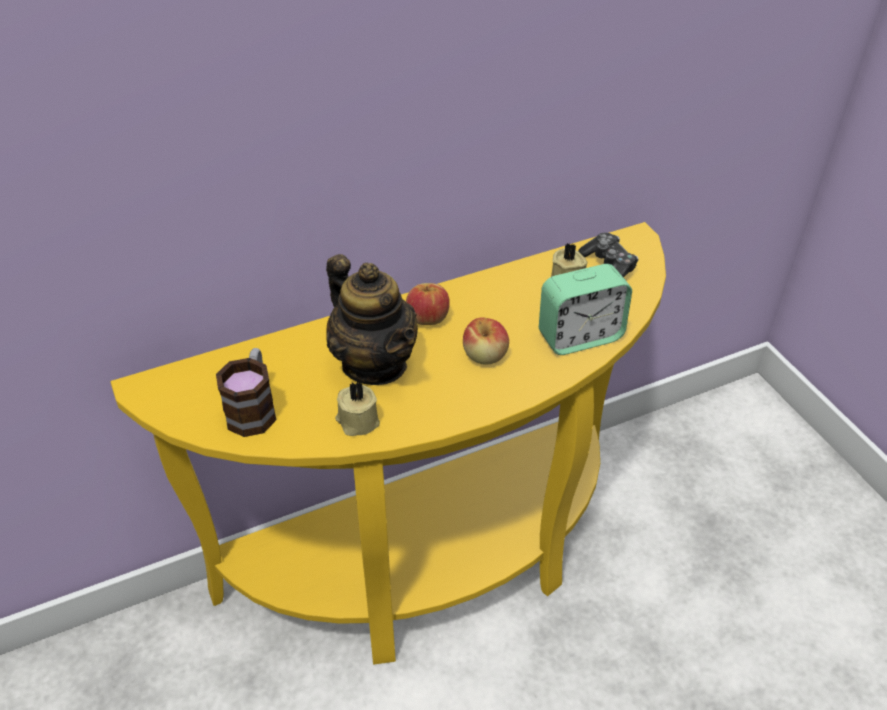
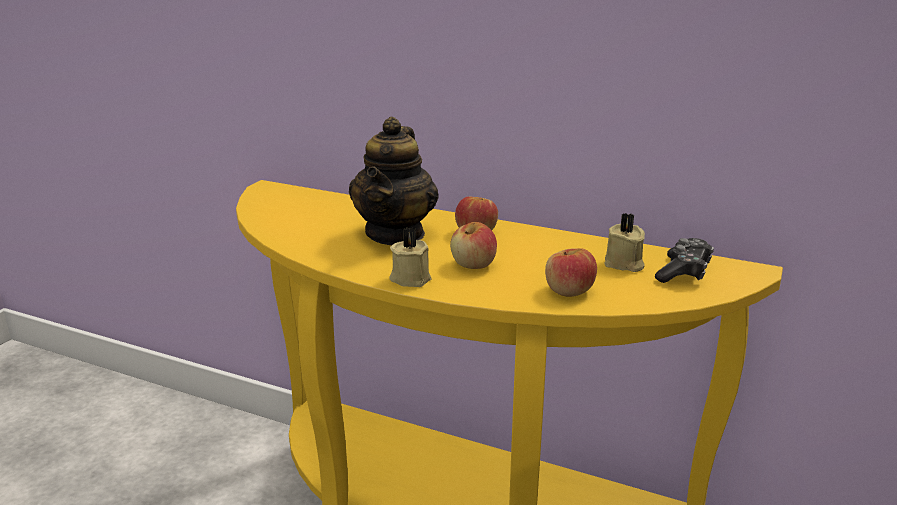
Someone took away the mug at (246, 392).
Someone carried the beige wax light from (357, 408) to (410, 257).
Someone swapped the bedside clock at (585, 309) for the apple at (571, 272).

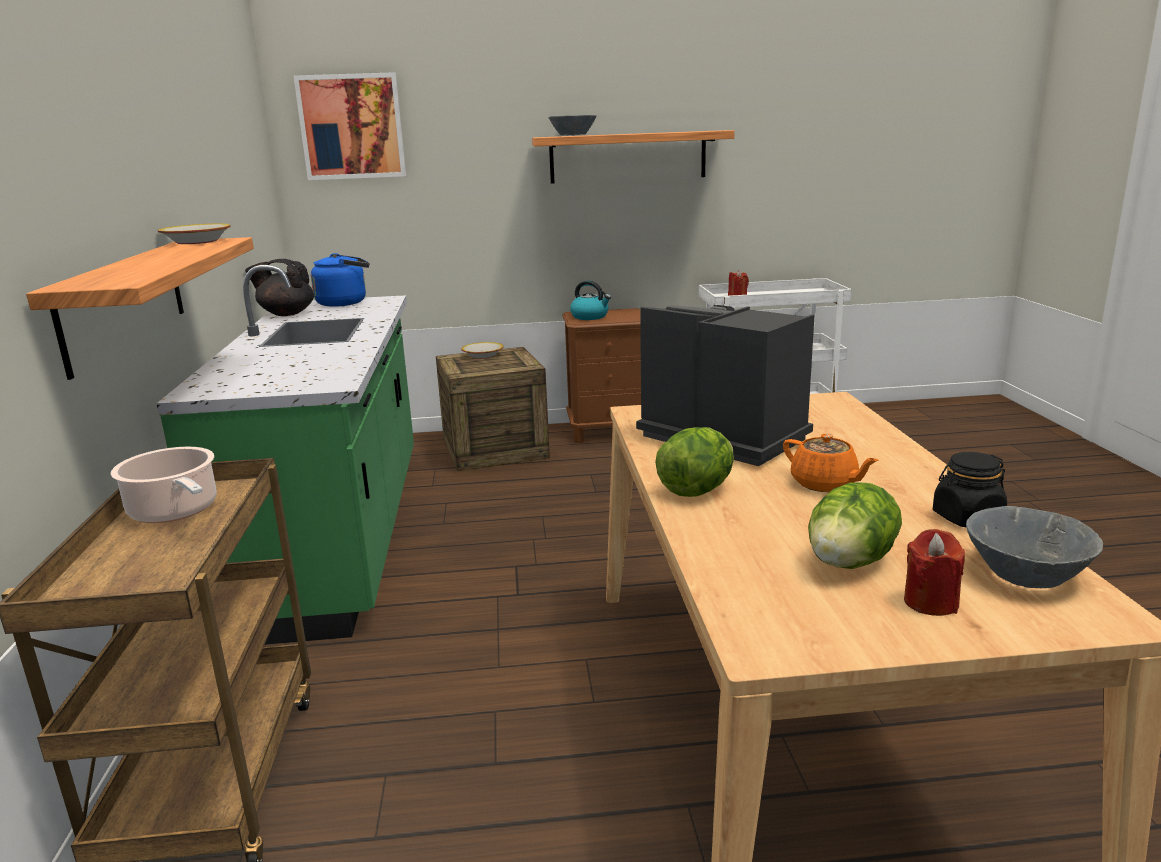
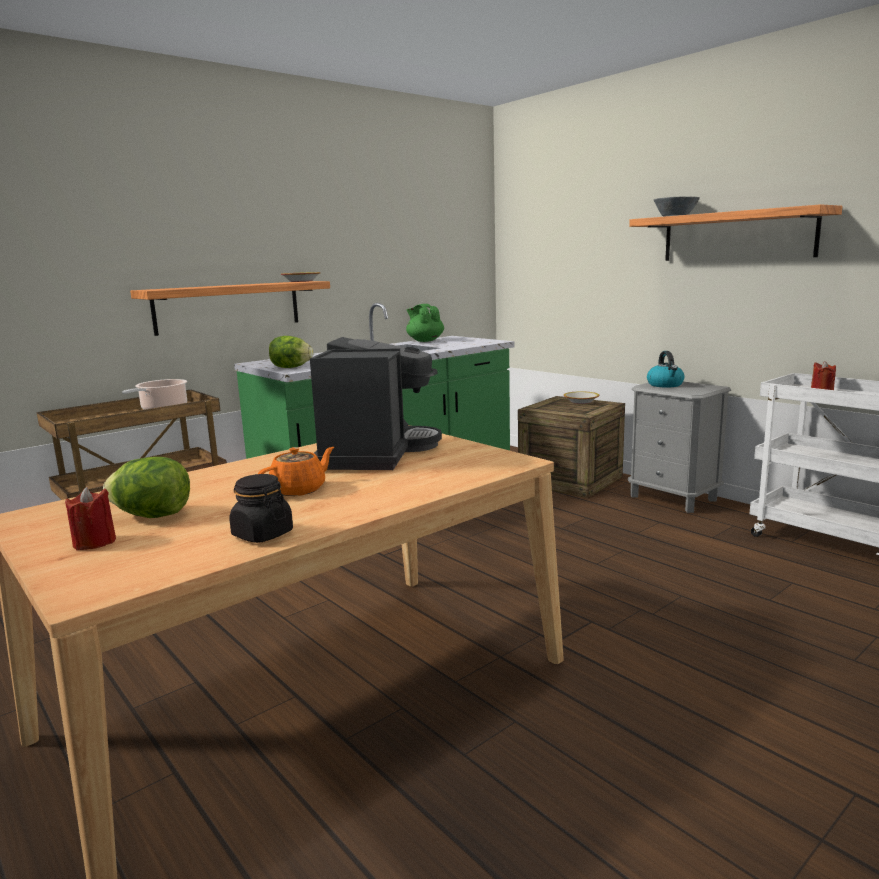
Someone took away the wall art at (350, 126).
Someone took away the blue water kettle at (340, 280).
Someone took away the greyish serving bowl at (1034, 547).
Someone carried the lettuce head from (694, 462) to (291, 352).
Someone repainted the black teapot at (279, 287), which became the green teapot at (425, 323).
Someone repainted the brownish bedside table at (601, 376), which became the greyish bedside table at (679, 447).
Someone rotated the orangey teapot at (831, 463) by 150 degrees counterclockwise.

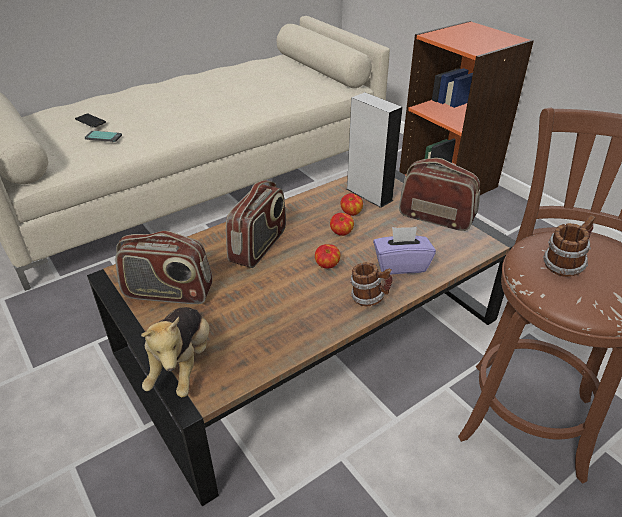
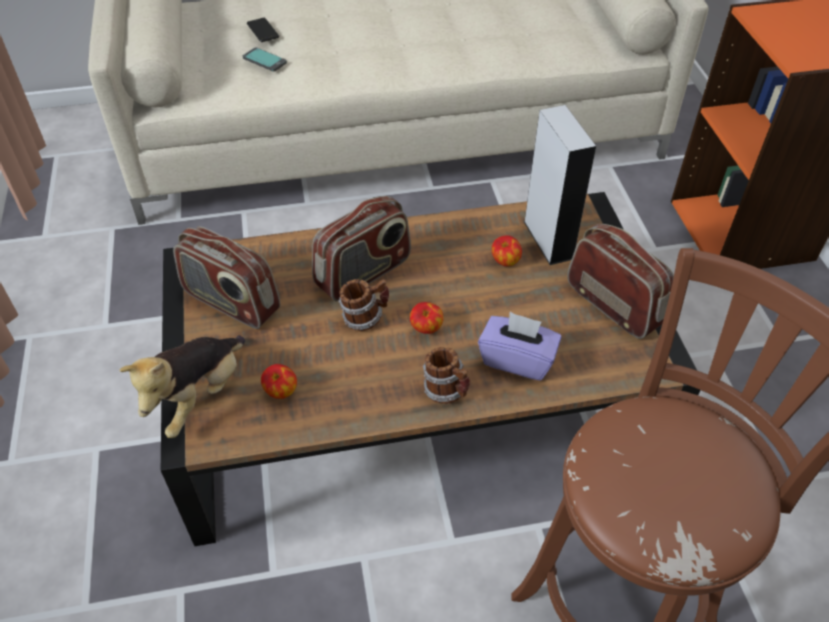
Someone carried the apple from (342, 224) to (279, 381).
Someone carried the mug from (569, 246) to (363, 305).

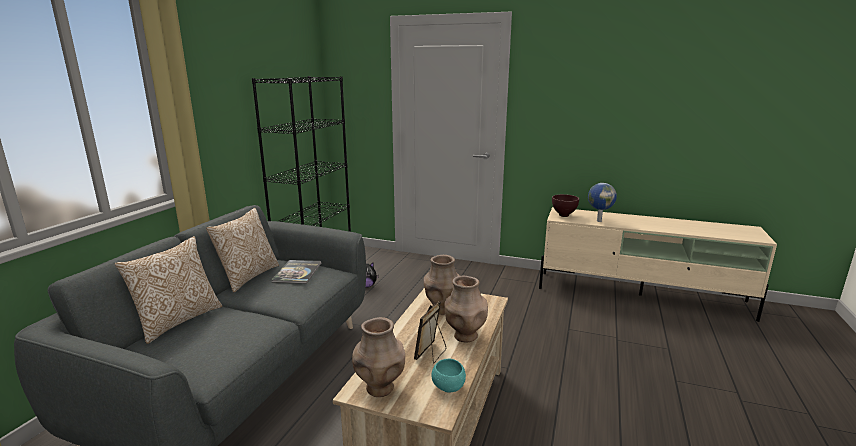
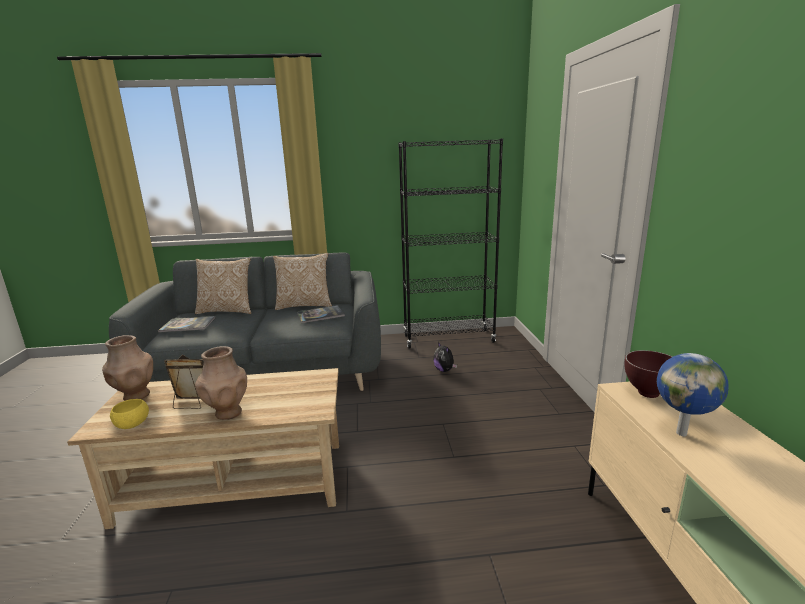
Someone took away the brownish vase at (442, 285).
Someone put down the book at (186, 324).
Someone repainted the blue-green serving bowl at (448, 375), which became the yellowish serving bowl at (129, 414).

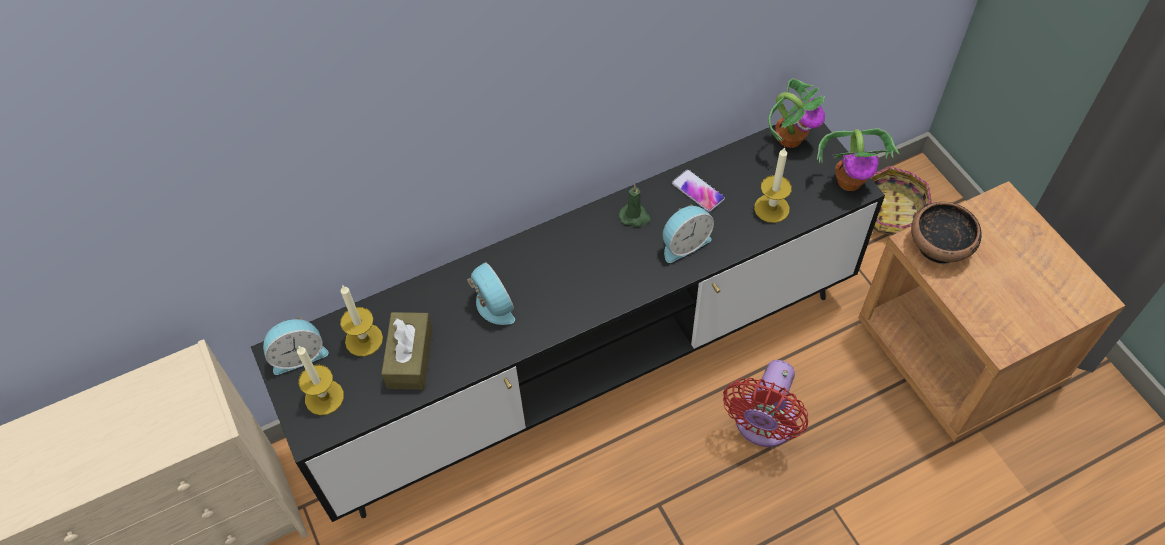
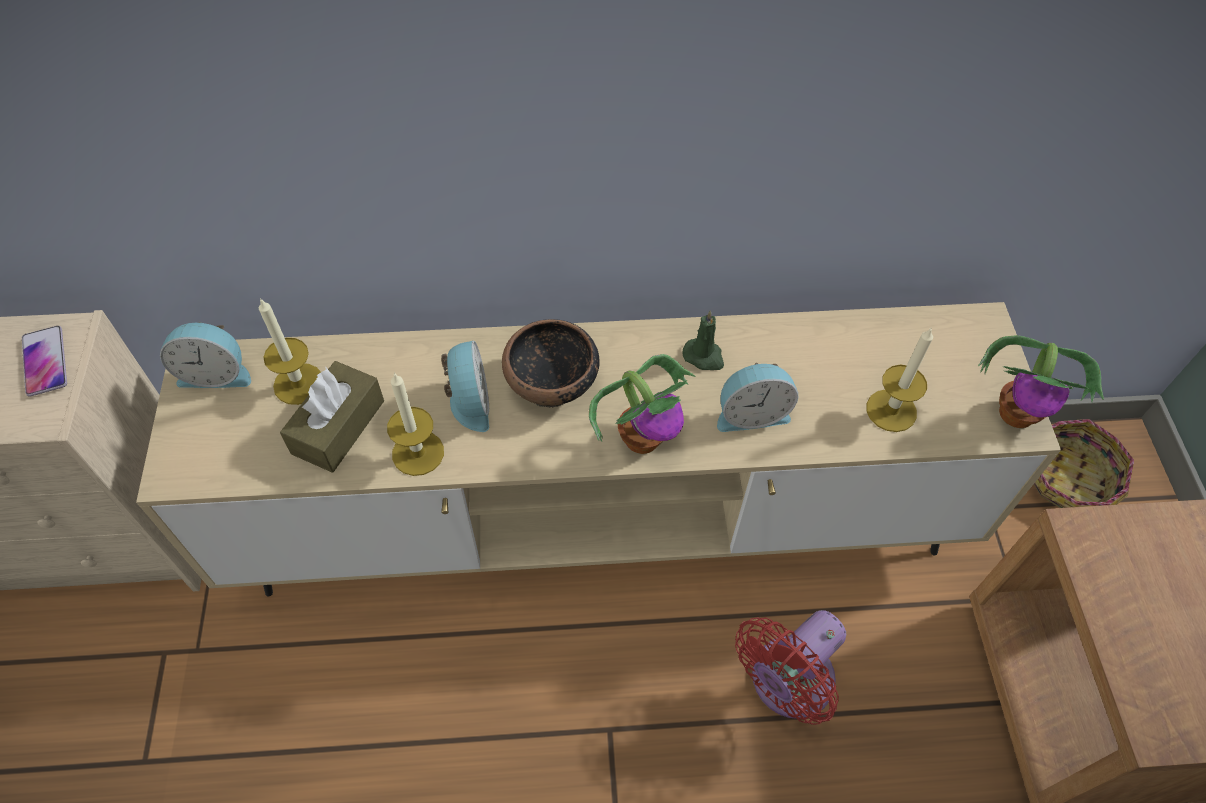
Someone carried the wax light from (320, 380) to (415, 424).
Someone carried the phone from (698, 190) to (44, 361).
Someone carried the potted plant from (796, 113) to (642, 404).
Someone carried the serving bowl from (946, 233) to (550, 363).
Someone repainted the black media console at (568, 322), which became the beige media console at (598, 449).

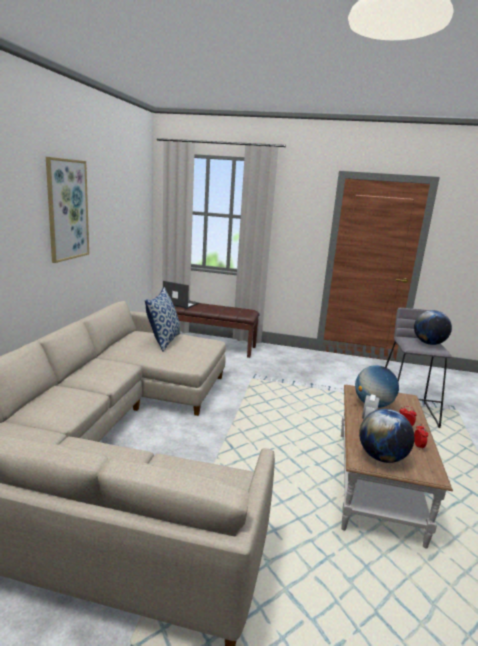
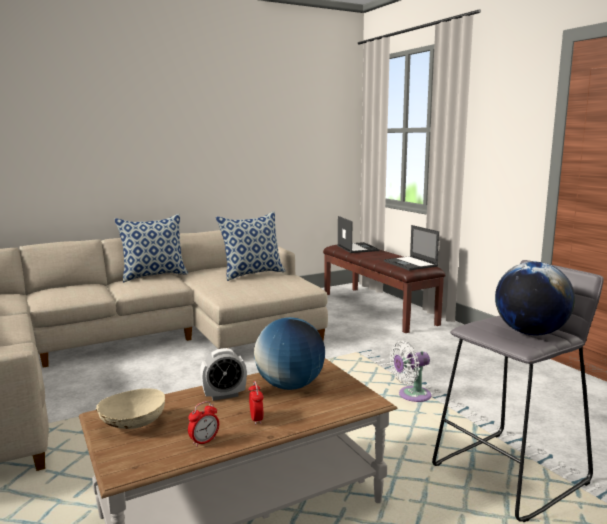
Someone took away the wall art at (67, 210).
Someone put down the cushion at (151, 248).
Someone put down the notebook computer at (411, 247).
Someone put down the white cooling fan at (410, 371).
Someone swapped the globe at (387, 436) for the beige serving bowl at (130, 408).

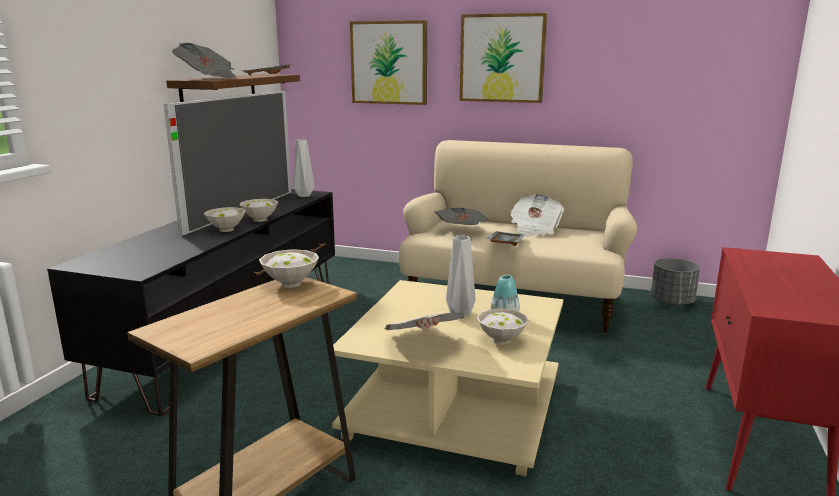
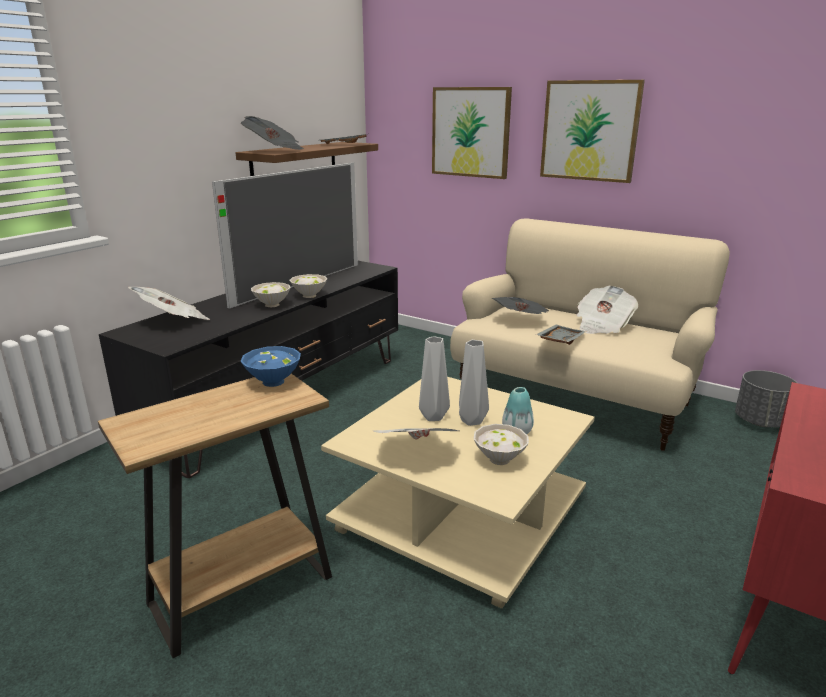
Someone put down the printed paper at (169, 303).
Someone carried the greyish vase from (304, 168) to (434, 378).
Someone repainted the white serving bowl at (289, 268), which became the blue serving bowl at (270, 366).

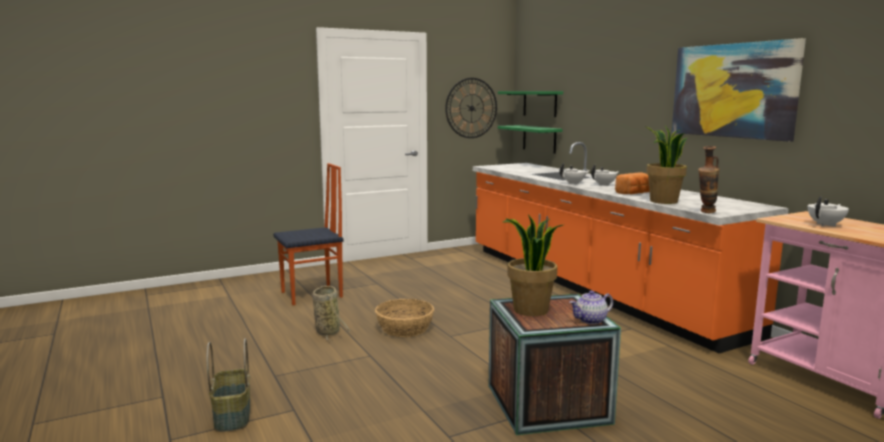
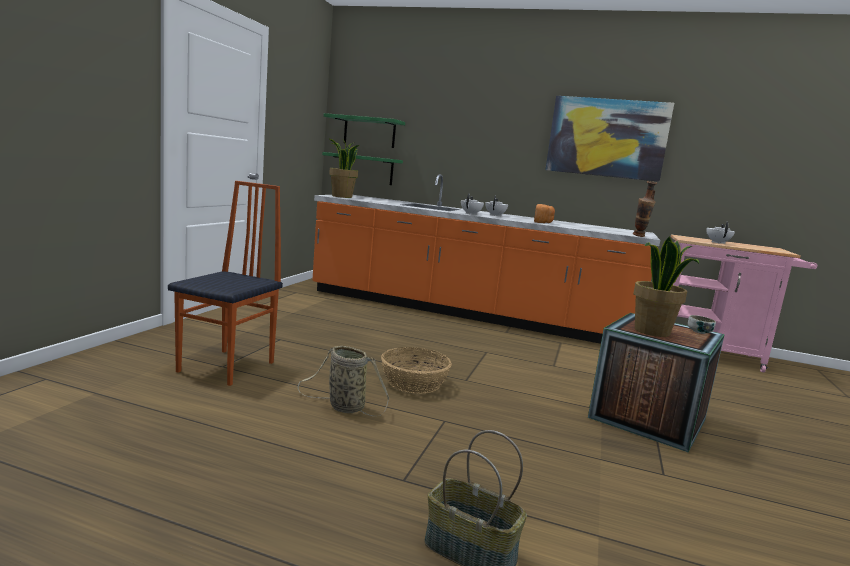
Someone took away the hanging clock at (471, 108).
Someone carried the potted plant from (666, 165) to (344, 168).
Someone swapped the teapot at (591, 307) for the serving bowl at (702, 324).

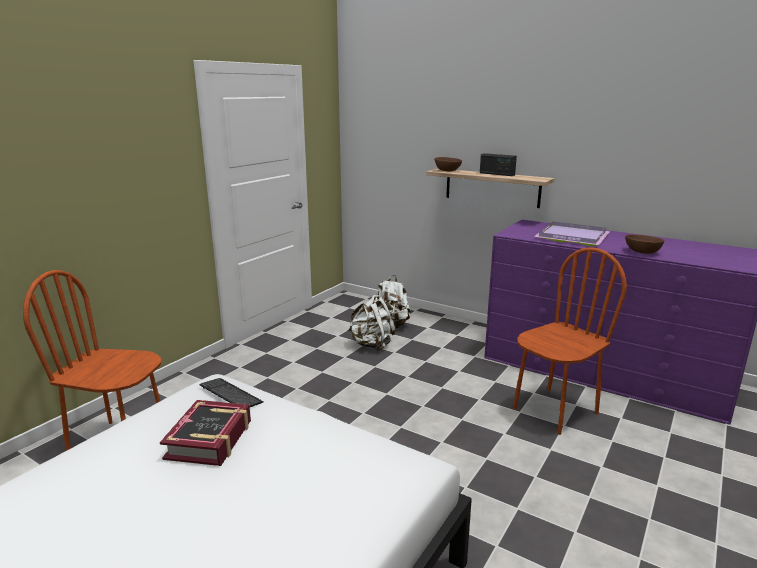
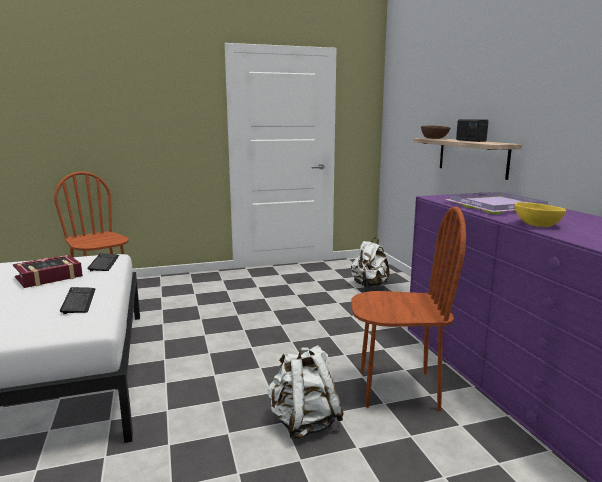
Someone put down the computer keyboard at (77, 300).
Someone carried the white backpack from (372, 323) to (306, 392).
Someone repainted the brownish serving bowl at (644, 244), which became the yellowish serving bowl at (540, 214).

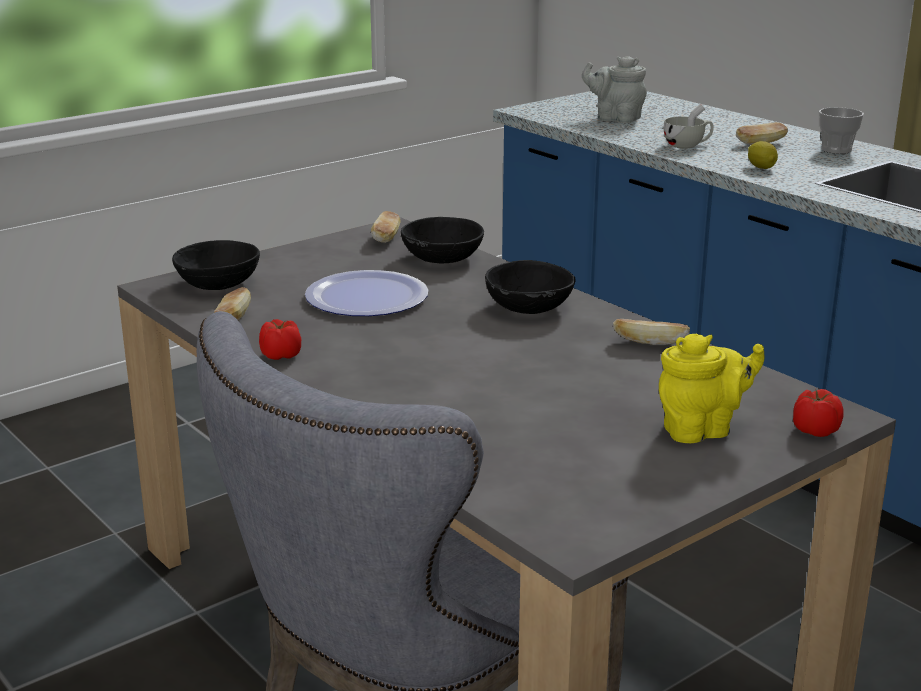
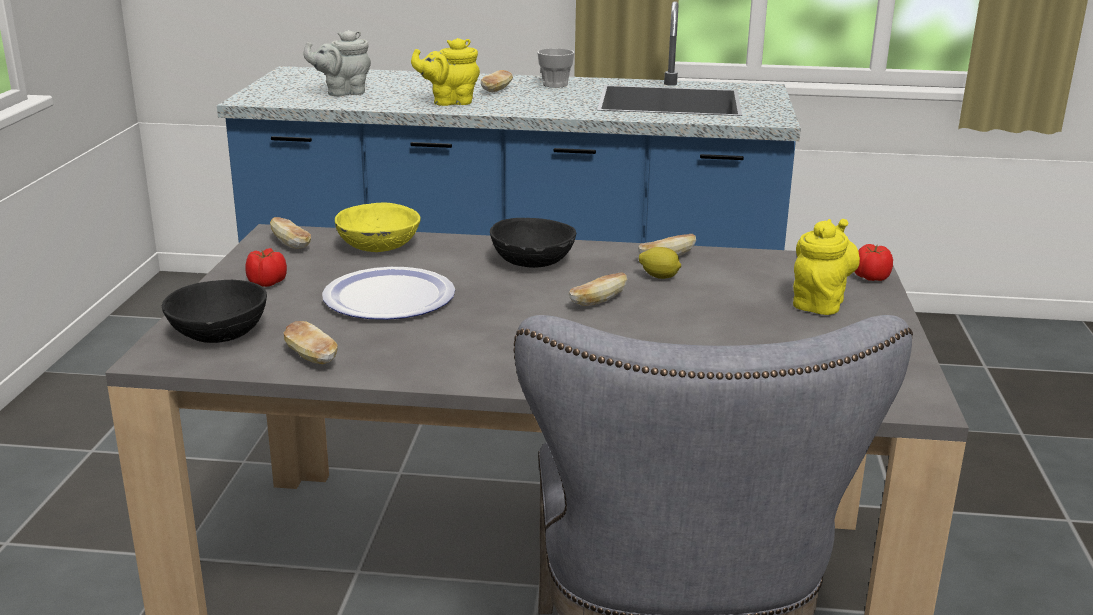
Someone put down the bakery bread at (598, 289).
Someone carried the whole tomato from (280, 339) to (266, 267).
Someone carried the citrus fruit from (763, 155) to (660, 263).
Someone swapped the white cup at (689, 126) for the yellowish teapot at (445, 72).
Someone repainted the black serving bowl at (442, 240), which became the yellowish serving bowl at (378, 227).

